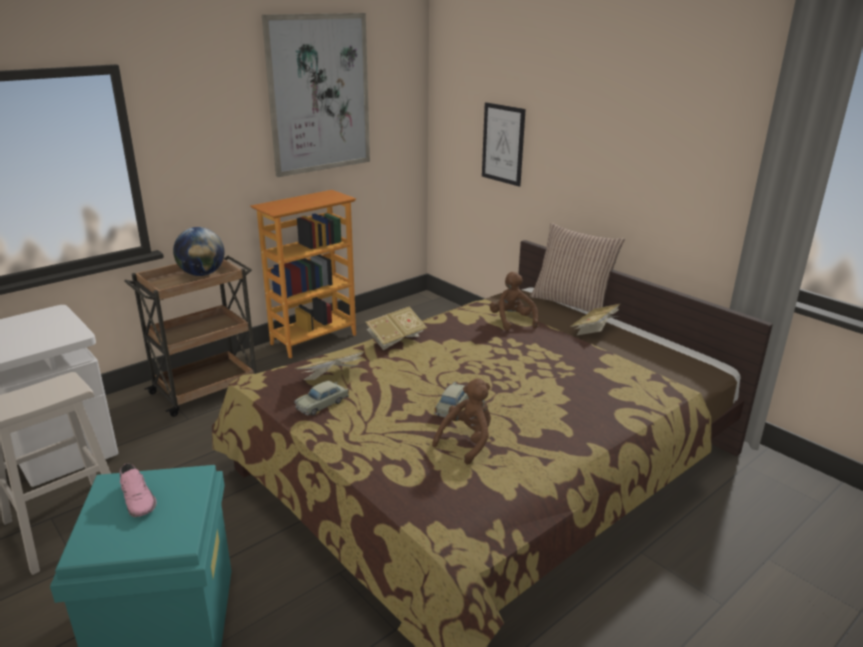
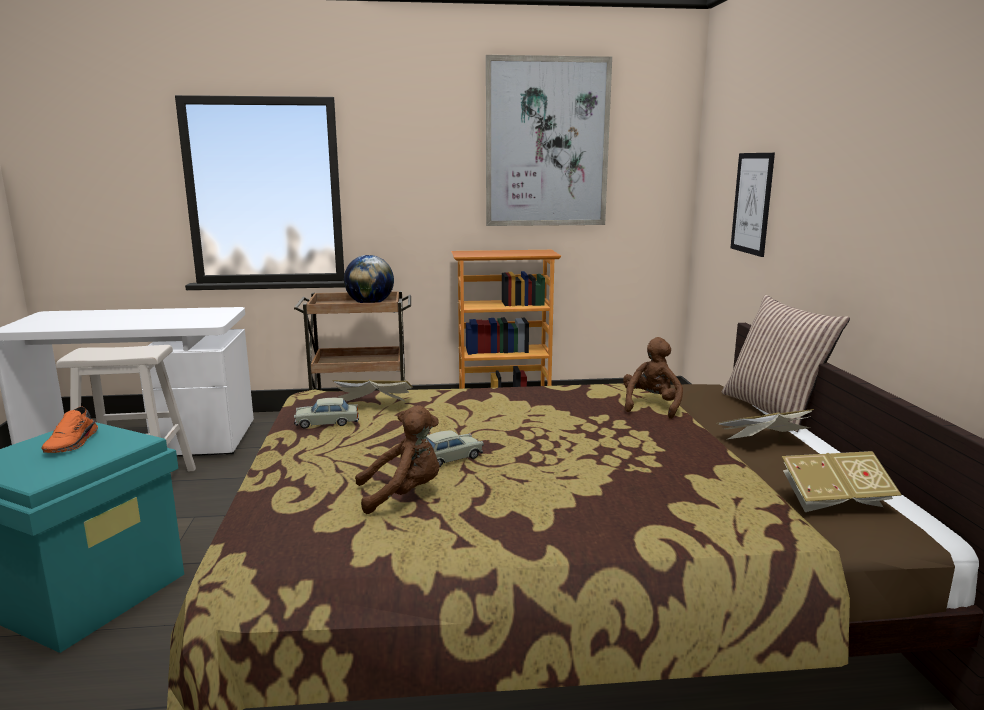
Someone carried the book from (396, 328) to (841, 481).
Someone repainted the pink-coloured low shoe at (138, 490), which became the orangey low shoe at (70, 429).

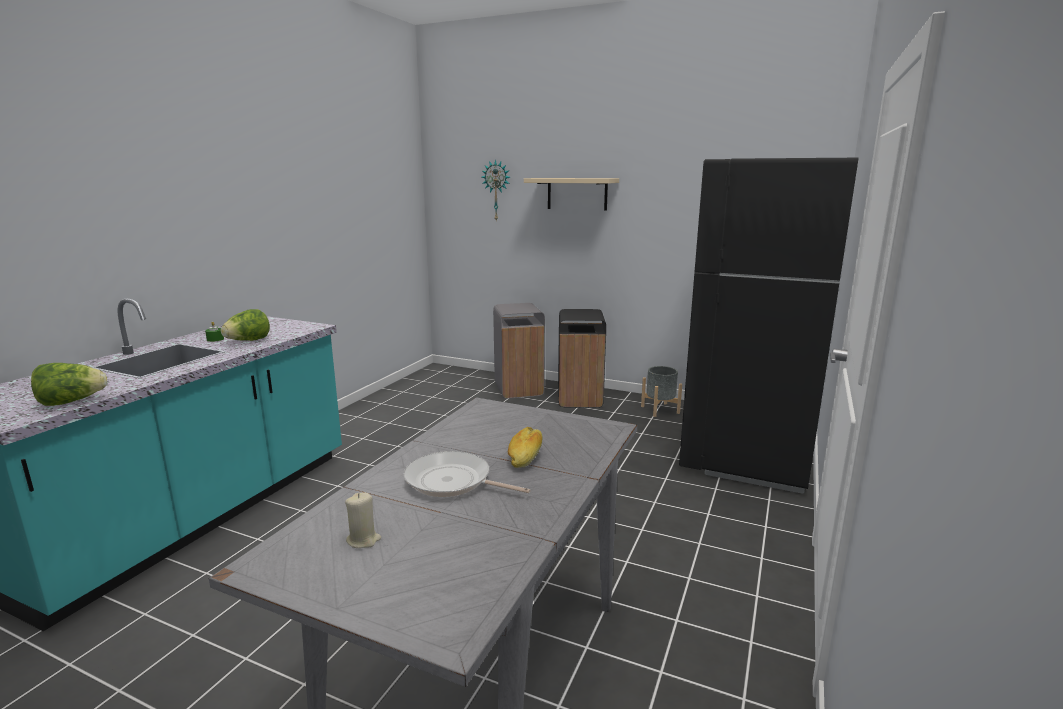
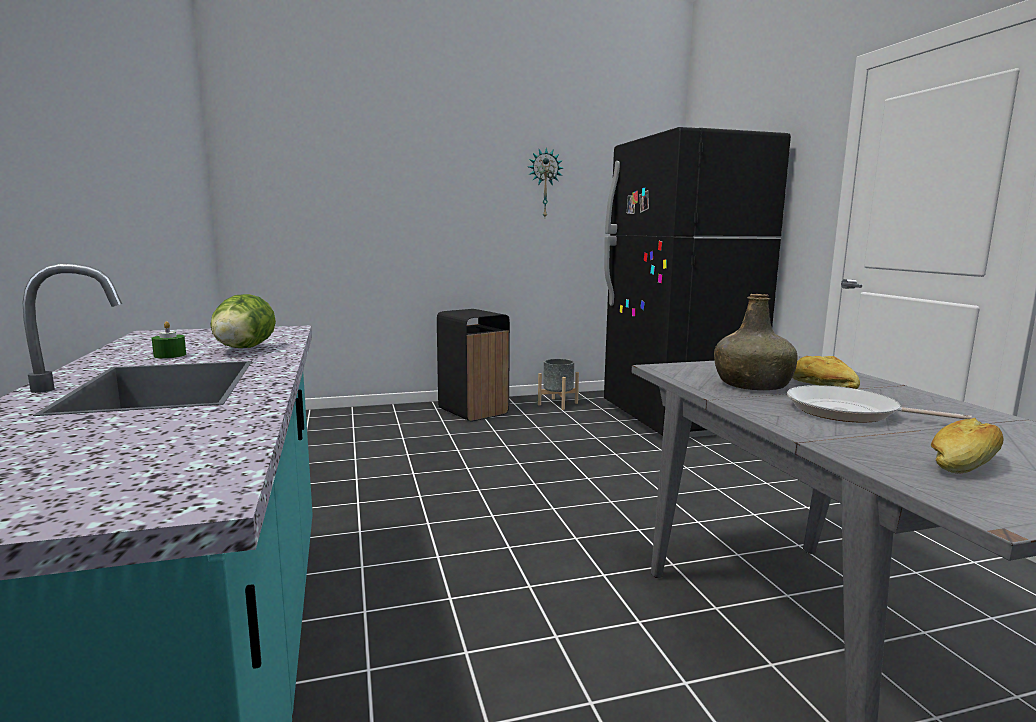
Someone took away the lettuce head at (69, 384).
Someone took away the greyish rubbish bin at (519, 351).
Someone took away the beige shelf at (571, 194).
Someone put down the green bottle at (756, 342).
Someone carried the hanging clock from (496, 190) to (545, 182).
Someone swapped the beige wax light at (363, 520) for the bakery bread at (967, 446).
Someone rotated the frying pan at (467, 474) by 45 degrees clockwise.

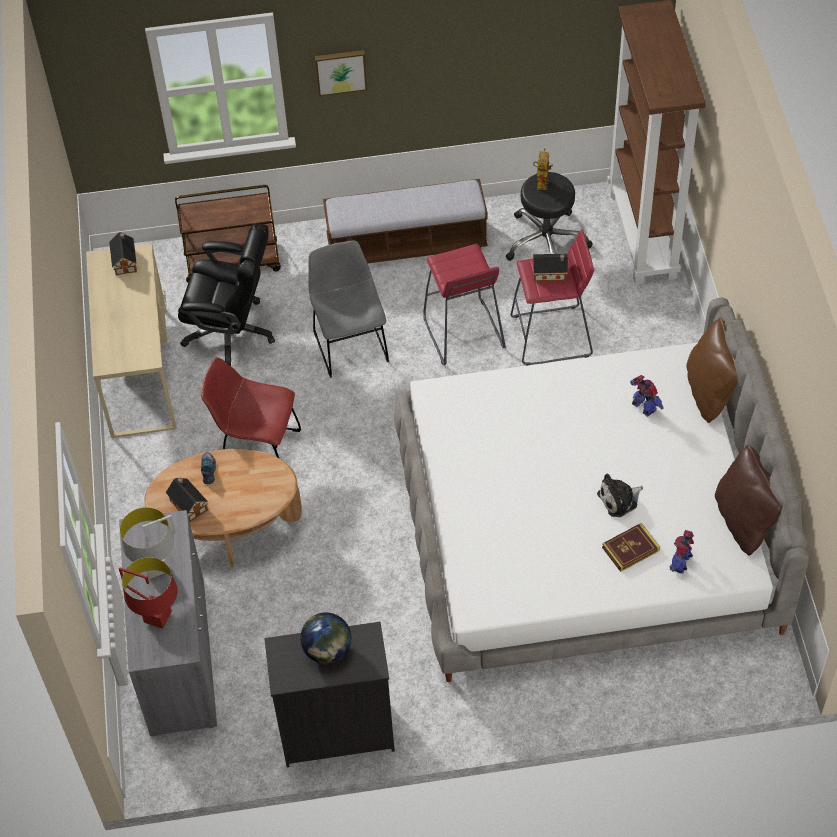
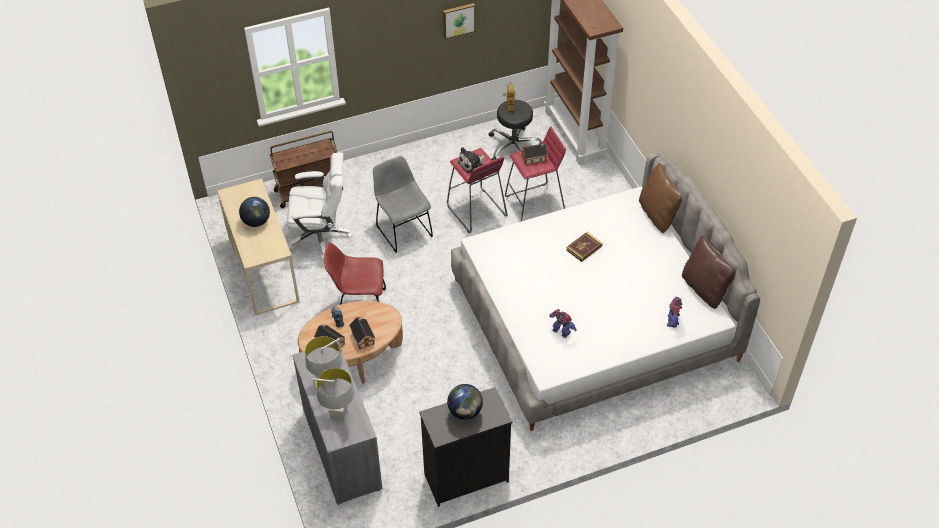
Someone took away the bench at (405, 221).
Someone put down the globe at (254, 212).
Someone carried the toy house from (123, 254) to (362, 333).
Someone carried the wall art from (341, 73) to (459, 21).
Someone carried the soft toy from (620, 495) to (471, 160).
Someone carried the book from (631, 547) to (584, 247).
Someone carried the robot figure from (646, 396) to (562, 323).
Someone repainted the reddish lamp for a table at (148, 593), which became the greyish lamp for a table at (333, 394).
Someone repainted the black desk chair at (226, 295), which became the white desk chair at (319, 205).

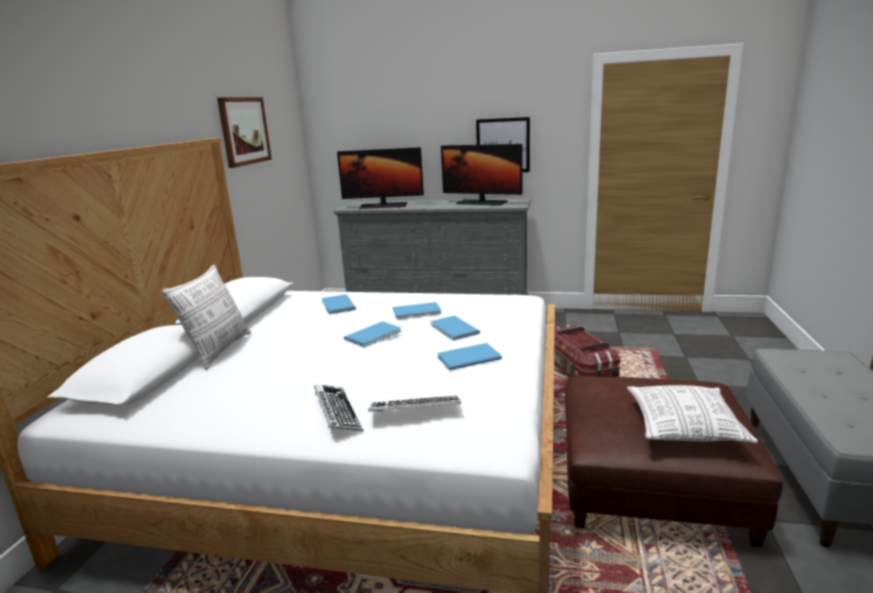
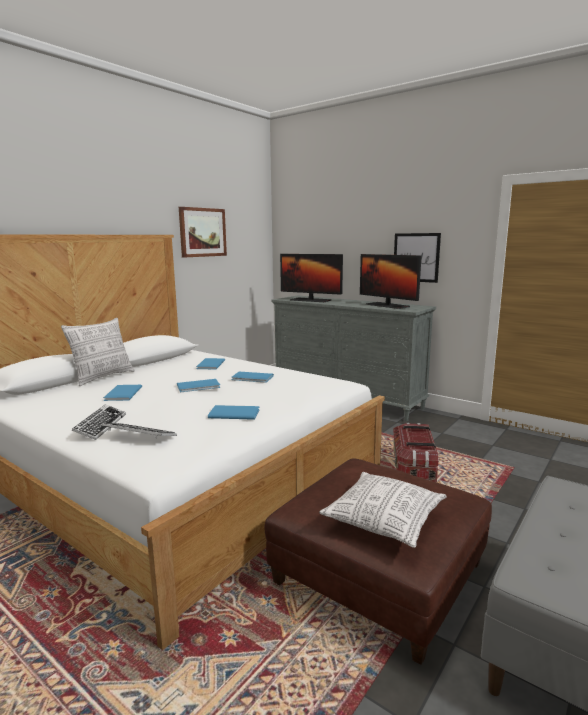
Someone carried the blue book from (455, 328) to (122, 393).

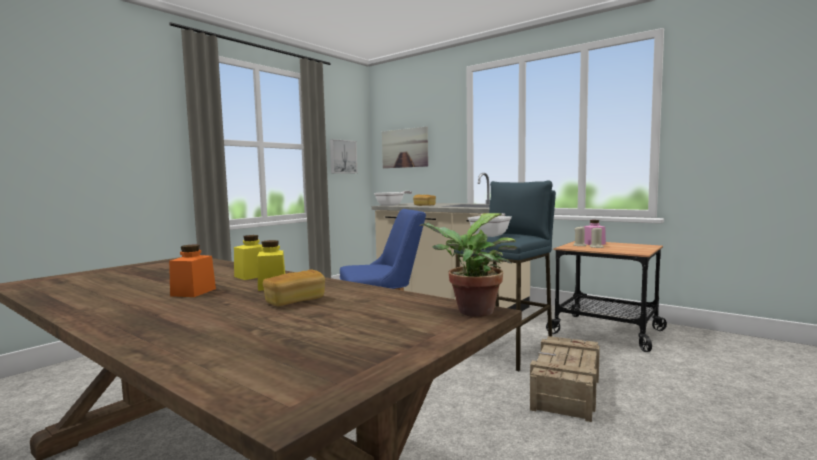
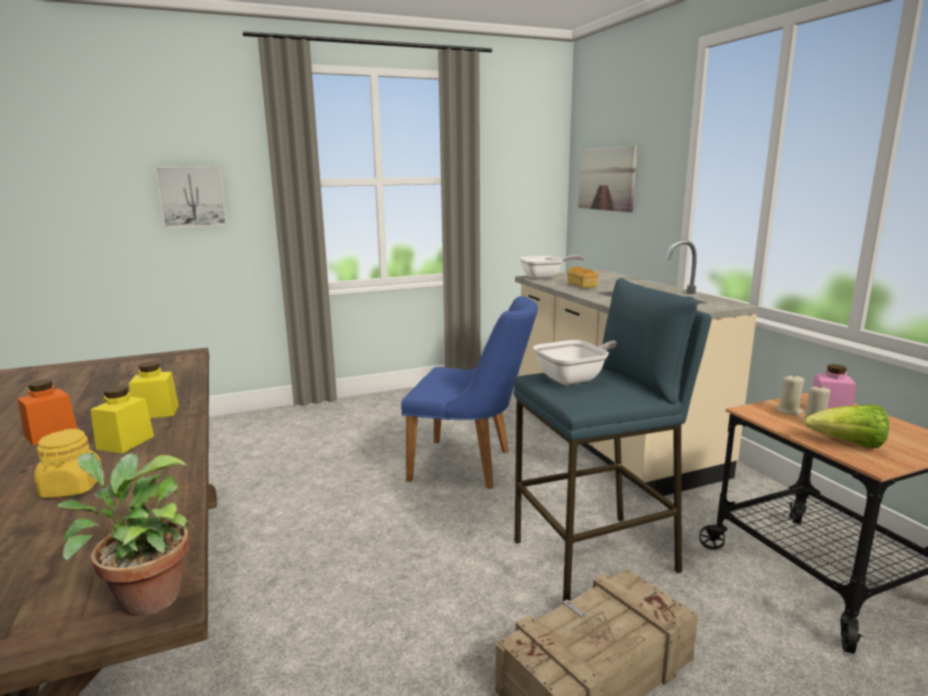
Someone put down the lettuce head at (846, 426).
Someone carried the wall art from (343, 156) to (191, 197).
Someone swapped the bakery bread at (294, 287) for the yellowish storage jar at (68, 463).

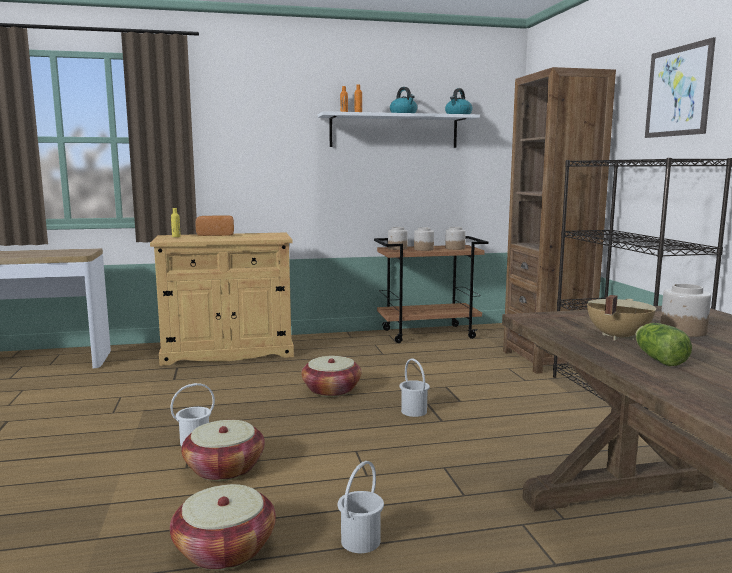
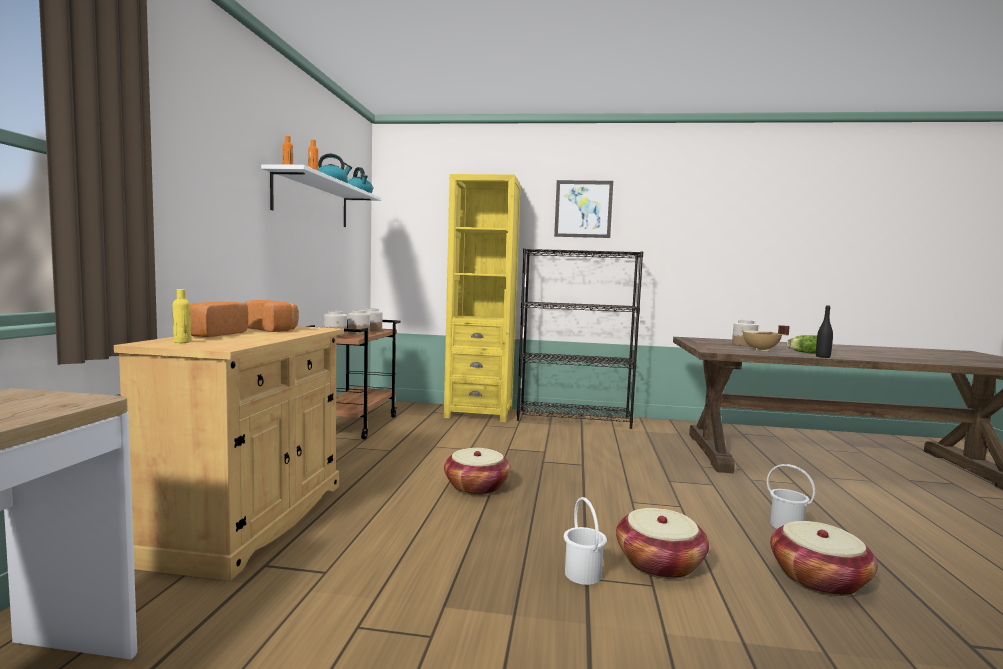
Someone took away the white bucket at (415, 387).
Someone put down the bakery bread at (271, 316).
Someone put down the black bottle at (824, 331).
Someone repainted the brownish bookcase at (559, 220), which became the yellowish bookcase at (482, 298).

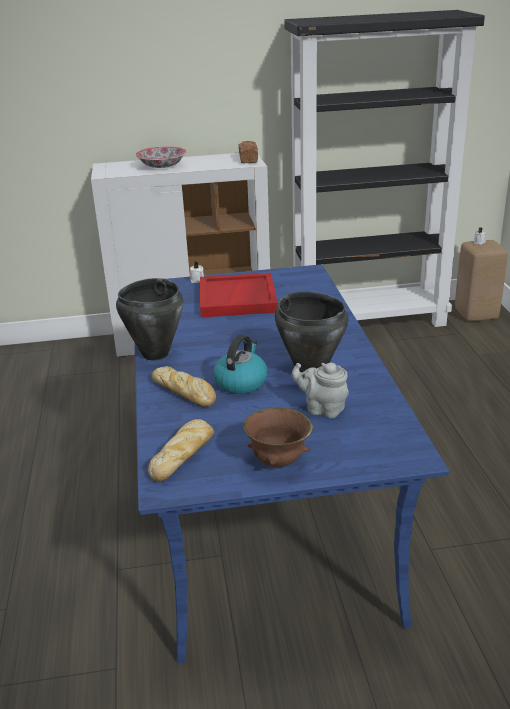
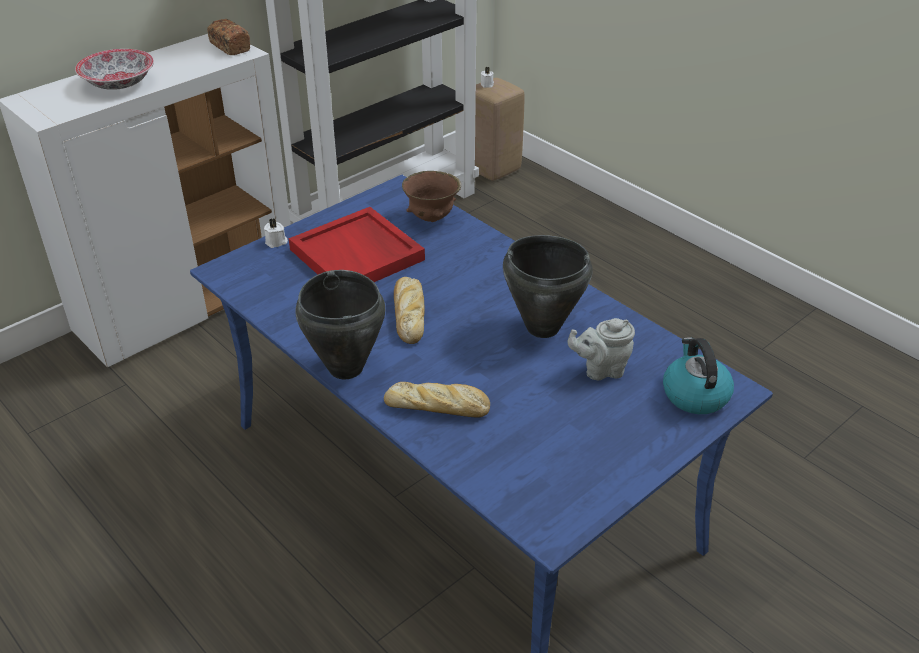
Someone carried the bakery bread from (181, 450) to (409, 310).
Someone carried the water kettle from (240, 364) to (698, 375).
Someone carried the brownish serving bowl from (278, 437) to (431, 196).

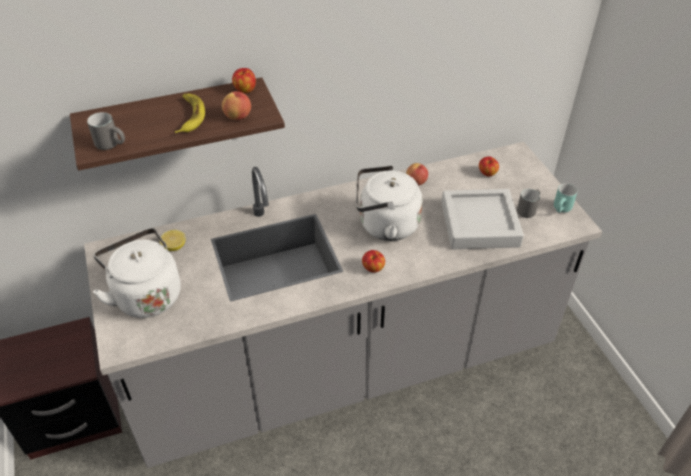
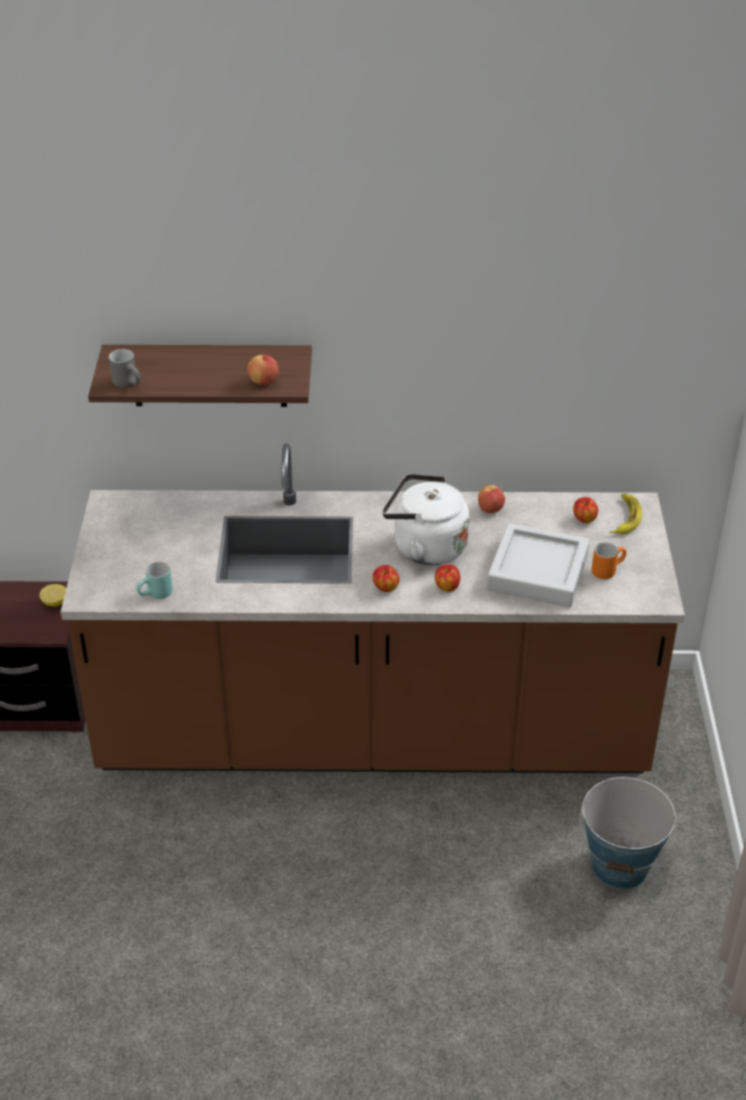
Someone took away the white water kettle at (137, 273).
Someone put down the bucket at (628, 833).
Someone carried the citrus fruit from (173, 240) to (53, 595).
Someone carried the banana from (190, 113) to (626, 513).
Someone carried the apple from (244, 80) to (447, 578).
Someone carried the blue-green mug from (565, 198) to (154, 580).
Someone repainted the greyish kitchen base unit at (343, 305), which became the brownish kitchen base unit at (373, 608).
Someone repainted the greyish mug at (528, 203), which became the orangey mug at (609, 560).

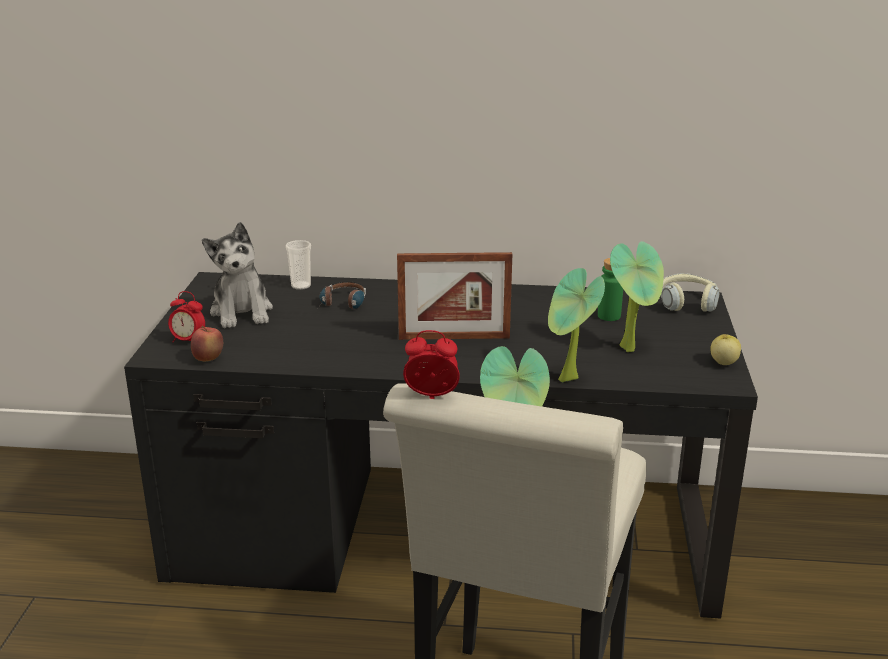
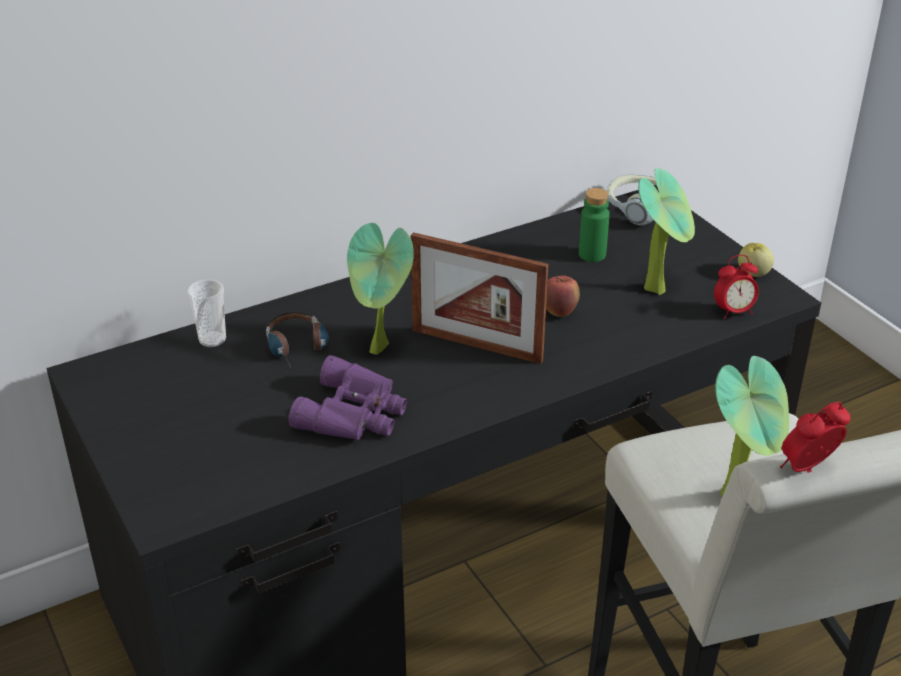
Someone took away the soft toy at (237, 275).
Someone put down the purple-coloured binoculars at (348, 397).
Someone carried the bedside clock from (186, 316) to (736, 287).
Someone carried the apple from (207, 344) to (563, 296).
Someone carried the potted plant from (576, 325) to (380, 289).
Someone rotated the picture frame at (454, 296) by 60 degrees clockwise.

